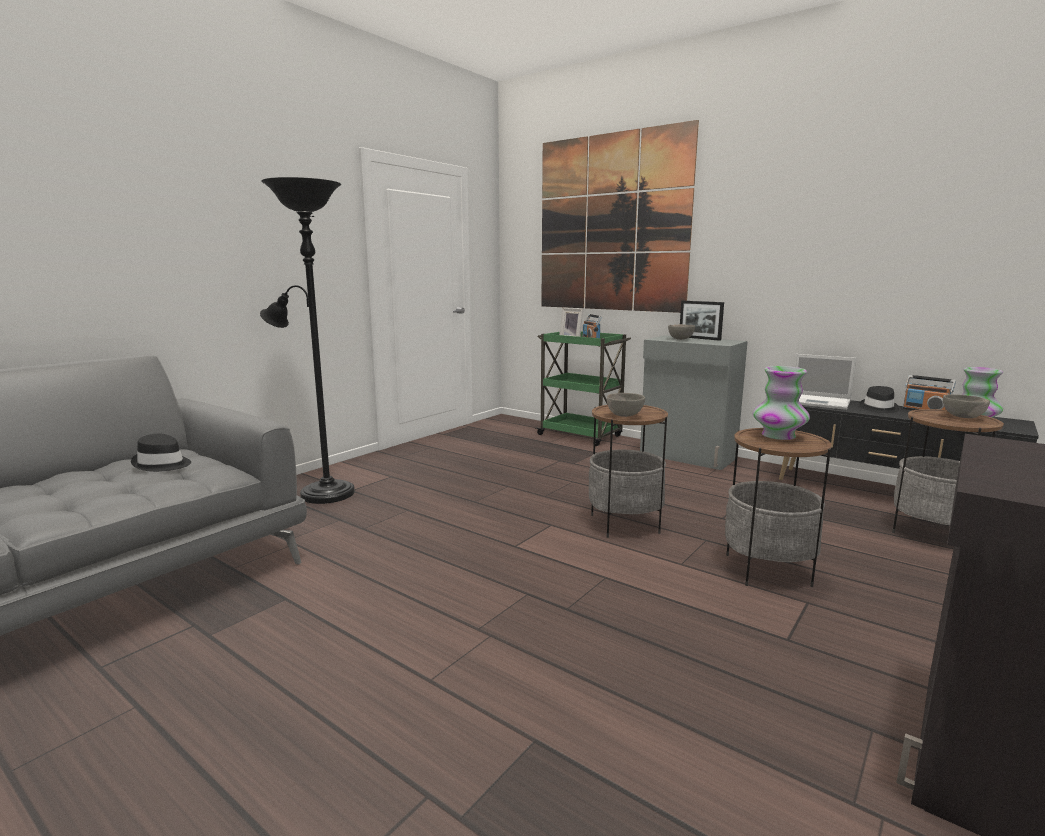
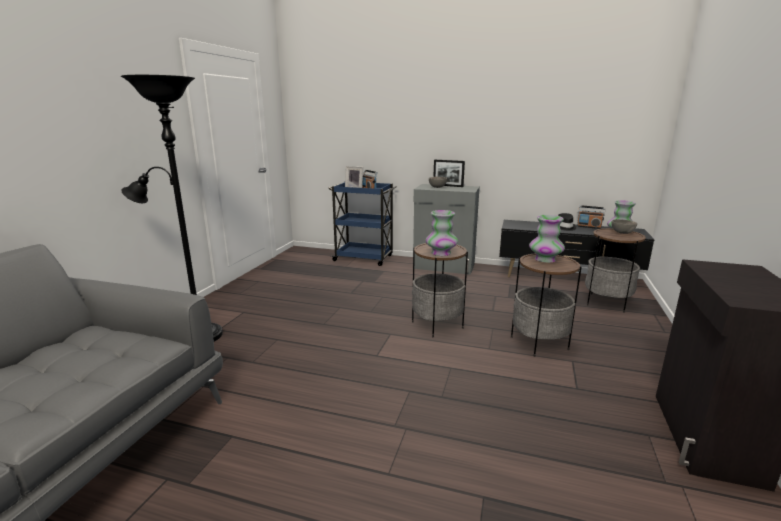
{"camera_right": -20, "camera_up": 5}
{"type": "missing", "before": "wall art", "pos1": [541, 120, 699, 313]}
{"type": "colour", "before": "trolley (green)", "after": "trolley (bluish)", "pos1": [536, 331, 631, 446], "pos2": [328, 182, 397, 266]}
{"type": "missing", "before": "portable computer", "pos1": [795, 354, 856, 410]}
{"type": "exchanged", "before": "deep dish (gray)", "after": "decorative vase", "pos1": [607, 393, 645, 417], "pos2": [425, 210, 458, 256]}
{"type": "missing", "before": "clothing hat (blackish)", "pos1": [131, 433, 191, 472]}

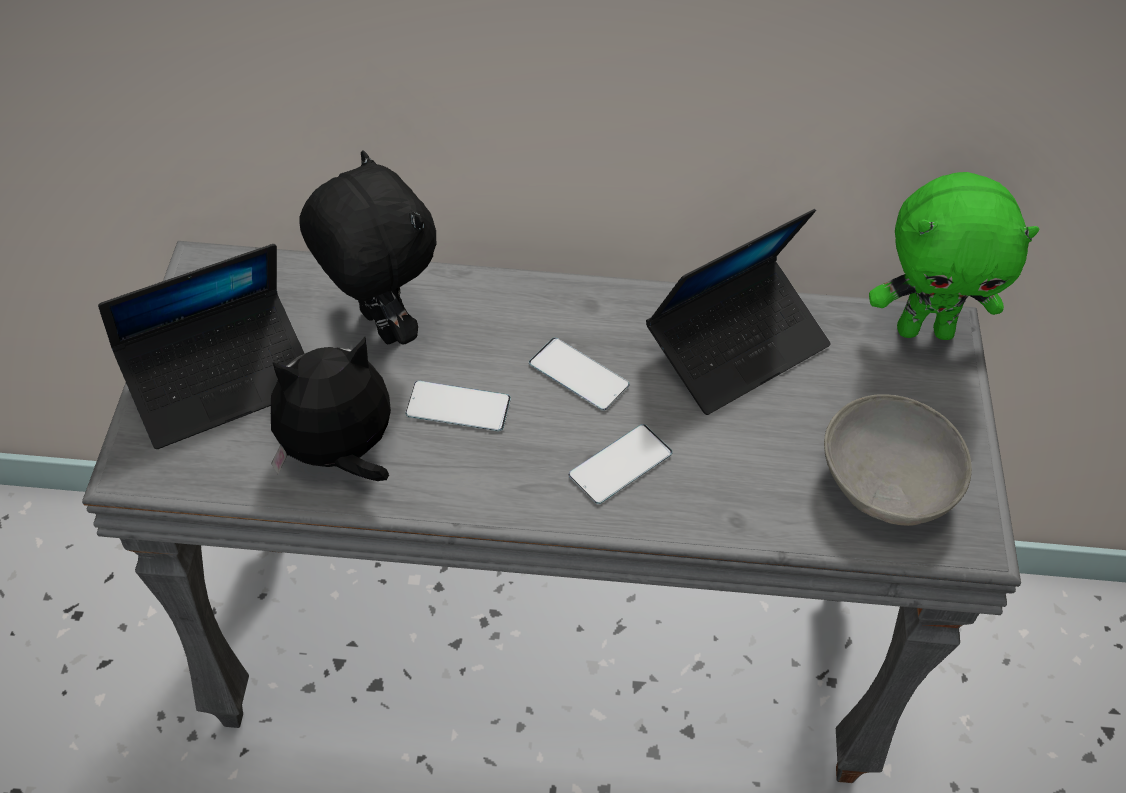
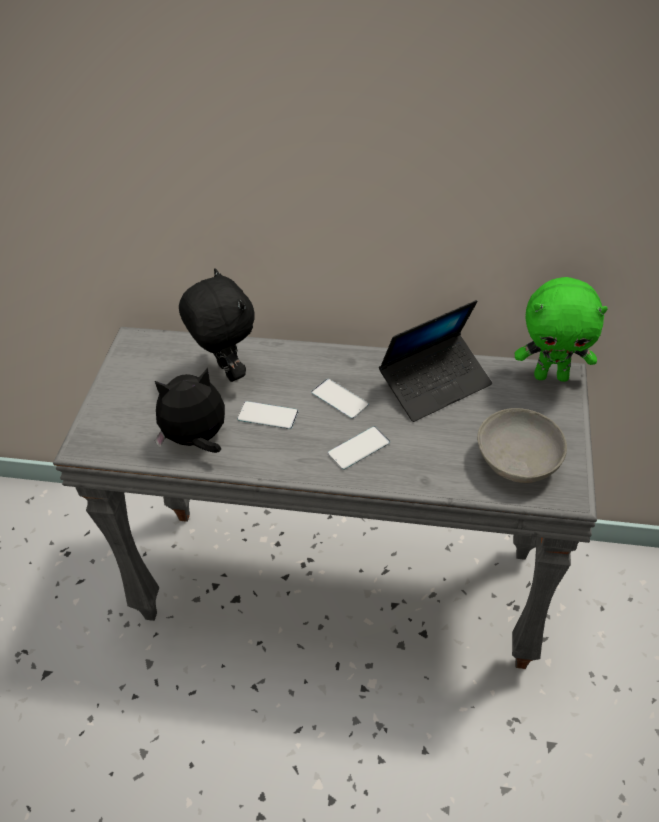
{"camera_right": 10, "camera_up": -5}
{"type": "missing", "before": "portable computer", "pos1": [98, 244, 305, 449]}

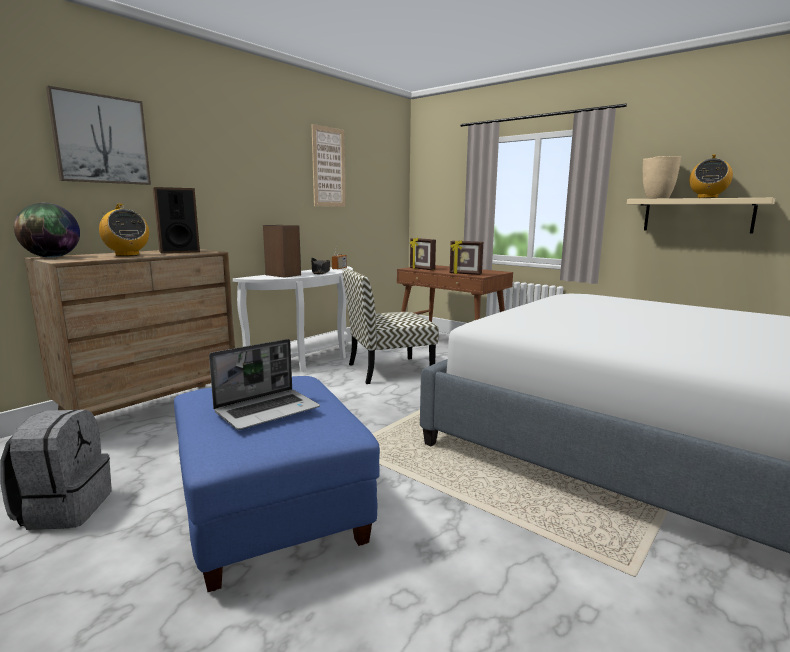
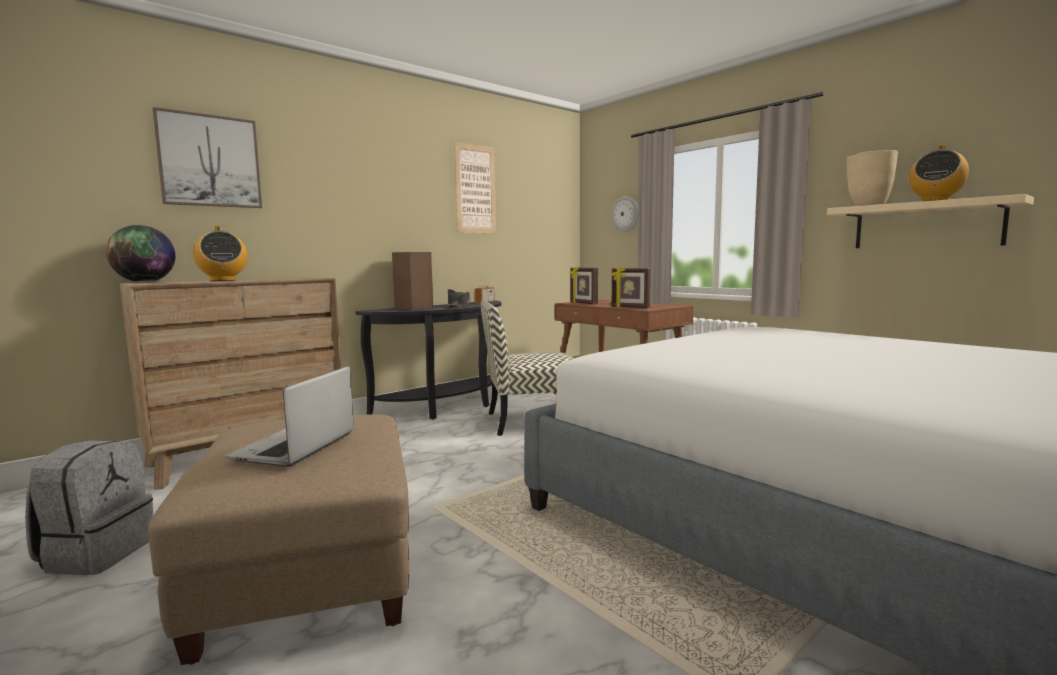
{"camera_right": 10, "camera_up": -5}
{"type": "missing", "before": "audio speaker", "pos1": [153, 187, 200, 253]}
{"type": "colour", "before": "hall table (white)", "after": "hall table (blackish)", "pos1": [233, 266, 353, 372], "pos2": [356, 301, 502, 420]}
{"type": "spun", "before": "portable computer", "pos1": [209, 339, 320, 430], "pos2": [225, 366, 354, 467], "turn": 135}
{"type": "colour", "before": "footrest (bluish)", "after": "footrest (beige)", "pos1": [174, 376, 380, 592], "pos2": [148, 414, 410, 665]}
{"type": "appeared", "after": "clock on the wall", "pos2": [612, 196, 638, 232]}

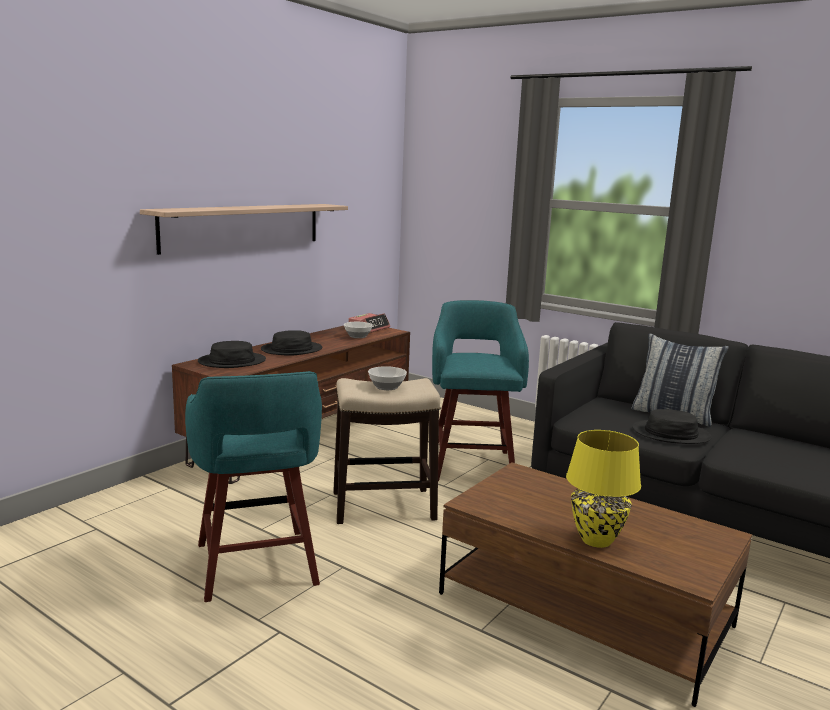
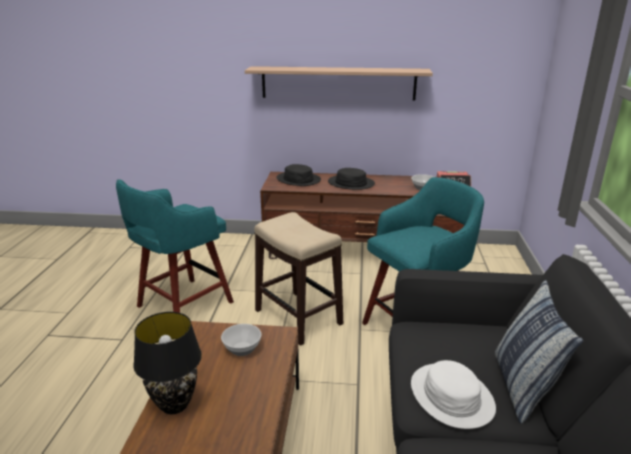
{"camera_right": 60, "camera_up": 10}
{"type": "relocated", "before": "deep dish", "pos1": [368, 366, 407, 390], "pos2": [221, 324, 262, 356]}
{"type": "colour", "before": "clothing hat (blackish)", "after": "clothing hat (white)", "pos1": [632, 409, 712, 444], "pos2": [411, 360, 496, 429]}
{"type": "colour", "before": "table lamp (yellow)", "after": "table lamp (blackish)", "pos1": [566, 430, 641, 548], "pos2": [133, 312, 202, 414]}

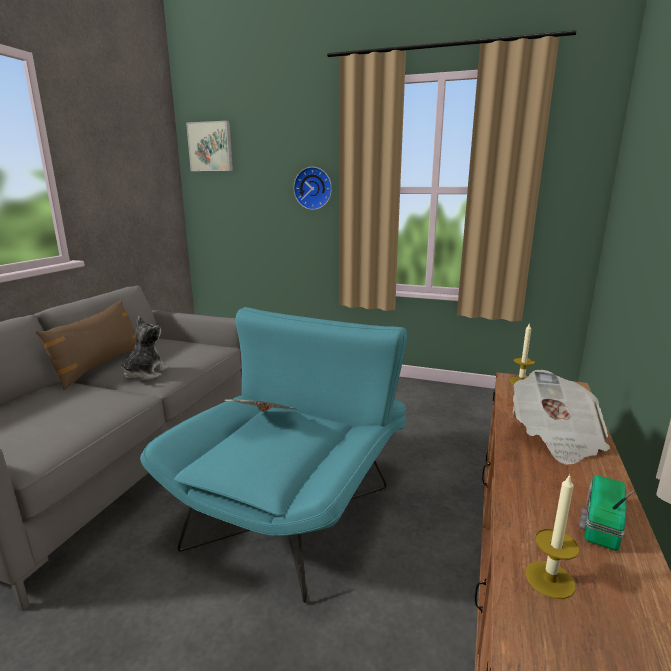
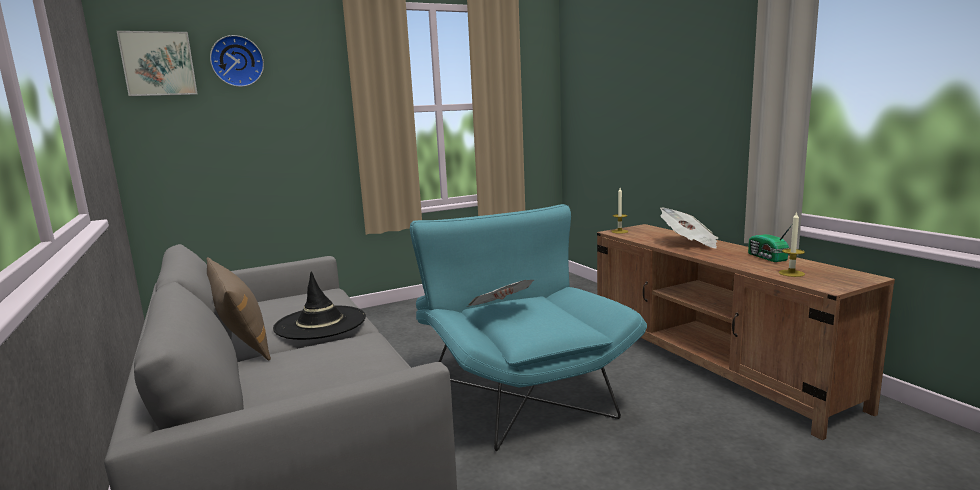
{"camera_right": -45, "camera_up": -5}
{"type": "relocated", "before": "clock on the wall", "pos1": [293, 167, 332, 210], "pos2": [210, 35, 264, 87]}
{"type": "exchanged", "before": "plush toy", "after": "clothing hat (blackish)", "pos1": [121, 317, 169, 380], "pos2": [273, 272, 366, 340]}

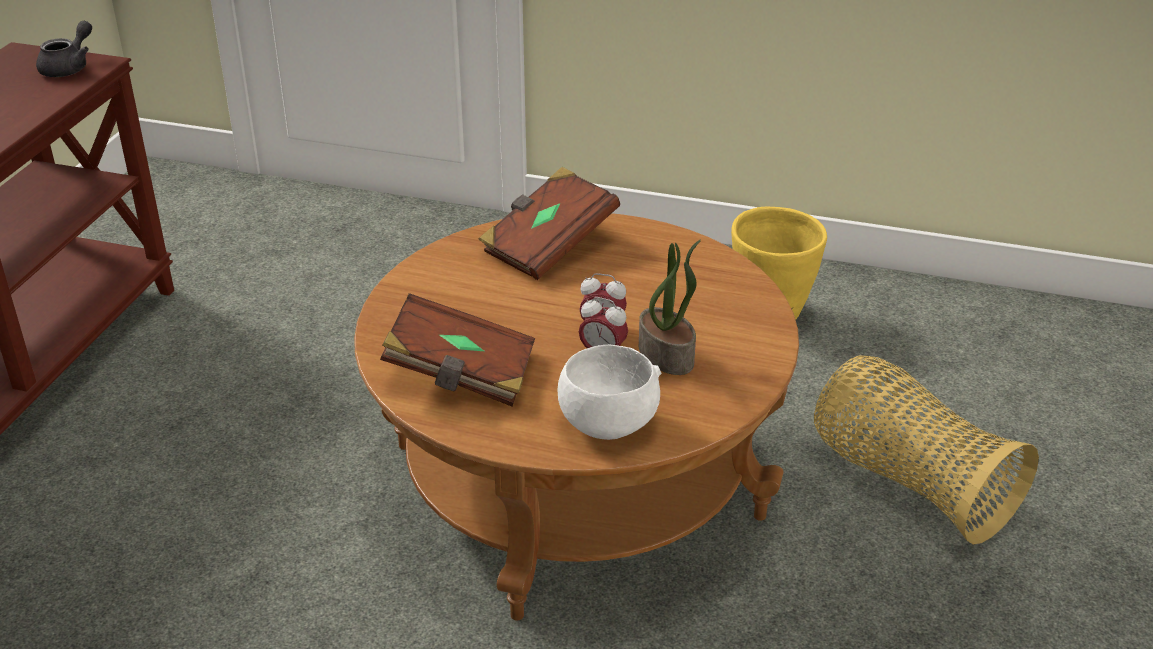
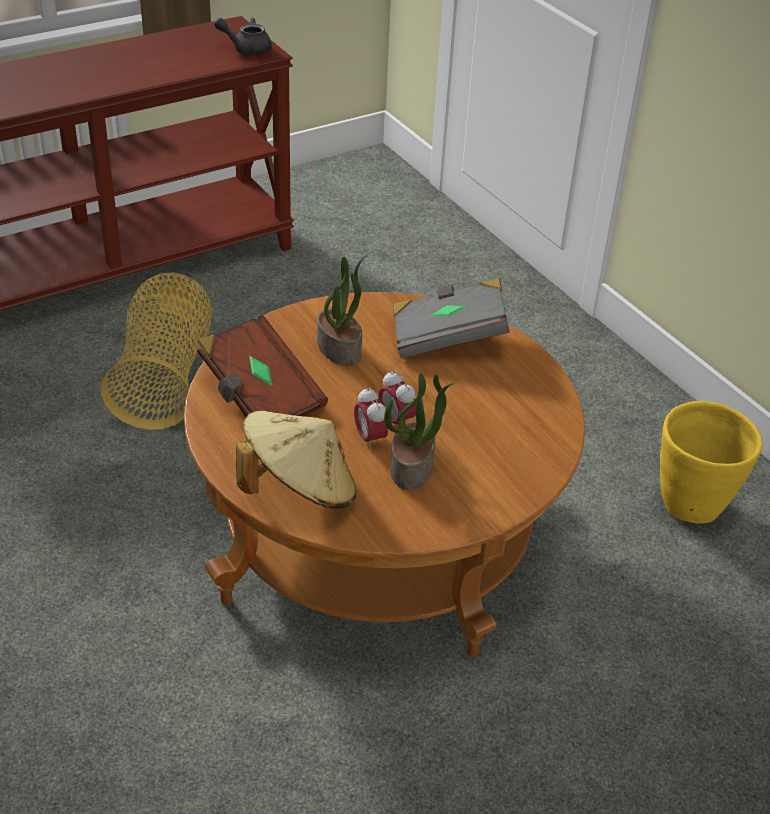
{"camera_right": 40, "camera_up": 5}
{"type": "spun", "before": "tea pot (gray)", "pos1": [36, 21, 92, 77], "pos2": [214, 17, 272, 55], "turn": -150}
{"type": "colour", "before": "bound book (brown)", "after": "bound book (gray)", "pos1": [478, 167, 620, 280], "pos2": [393, 278, 510, 359]}
{"type": "exchanged", "before": "deep dish (white)", "after": "clothing hat (beige)", "pos1": [557, 345, 661, 440], "pos2": [236, 411, 356, 509]}
{"type": "relocated", "before": "storage basket", "pos1": [814, 355, 1039, 544], "pos2": [101, 272, 212, 430]}
{"type": "appeared", "after": "houseplant", "pos2": [317, 255, 367, 366]}

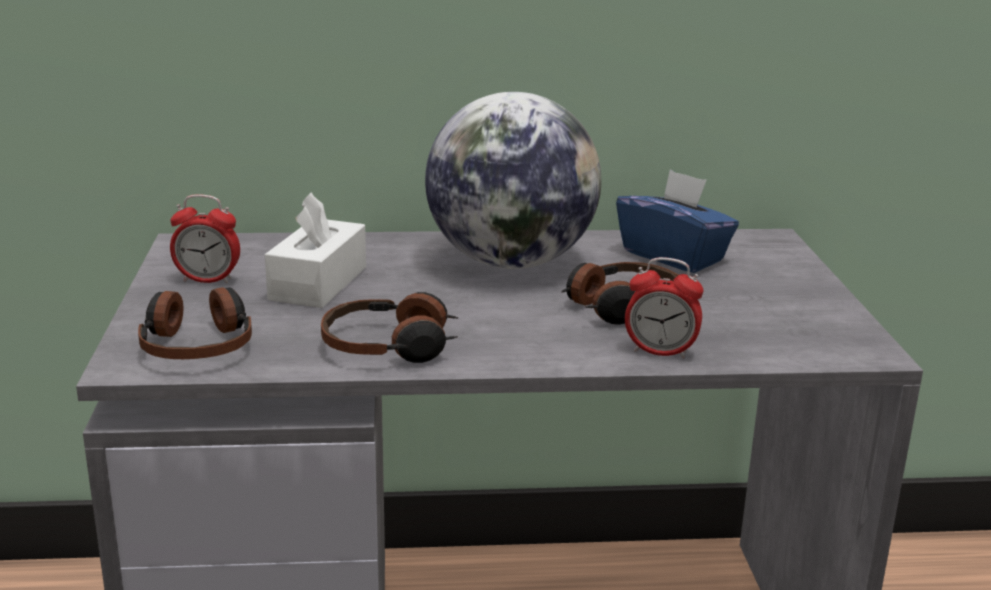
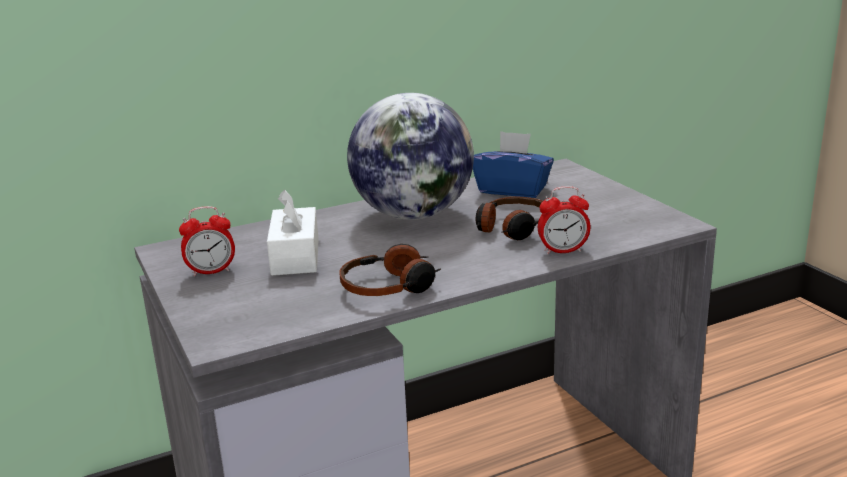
{"camera_right": -20, "camera_up": 0}
{"type": "missing", "before": "pair of headphones", "pos1": [138, 287, 252, 359]}

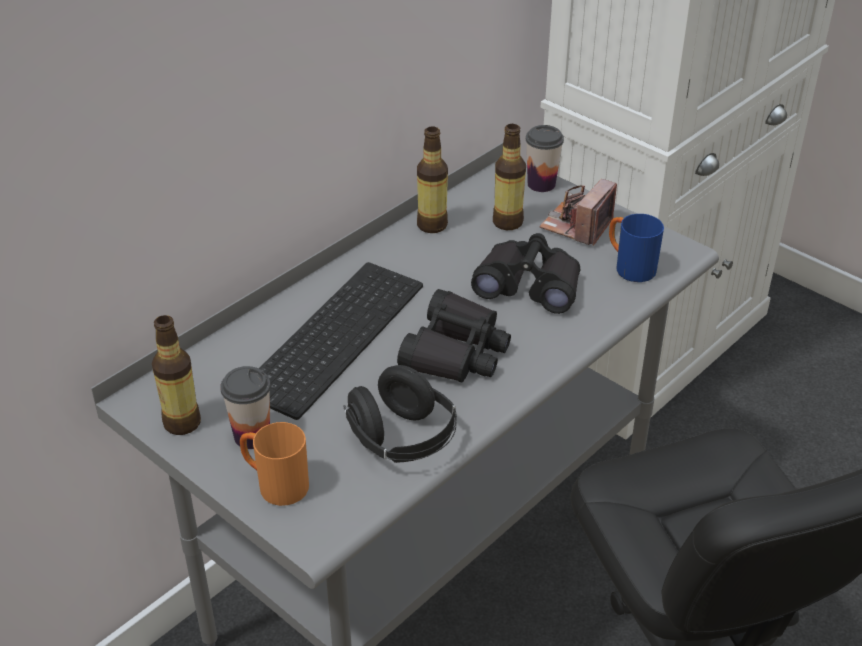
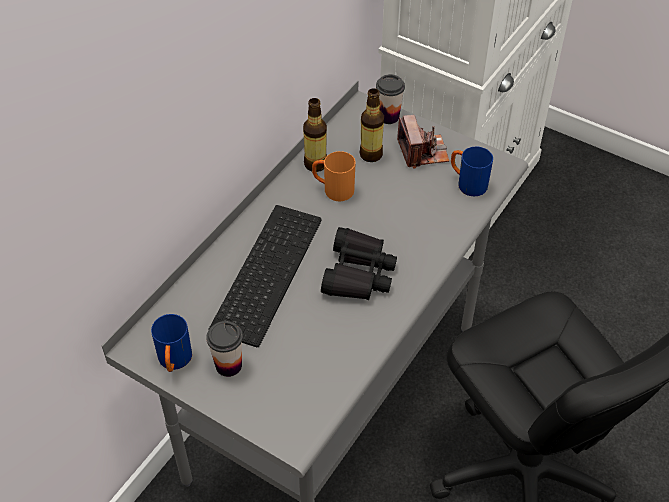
{"camera_right": -10, "camera_up": 10}
{"type": "spun", "before": "still camera", "pos1": [539, 179, 617, 246], "pos2": [397, 115, 450, 169], "turn": 150}
{"type": "missing", "before": "binoculars (blackish)", "pos1": [471, 233, 580, 314]}
{"type": "exchanged", "before": "beverage bottle", "after": "mug (bluish)", "pos1": [152, 315, 201, 435], "pos2": [151, 314, 192, 372]}
{"type": "missing", "before": "pair of headphones (blackish)", "pos1": [343, 365, 457, 463]}
{"type": "relocated", "before": "mug (orange-coloured)", "pos1": [240, 422, 309, 506], "pos2": [312, 151, 356, 201]}

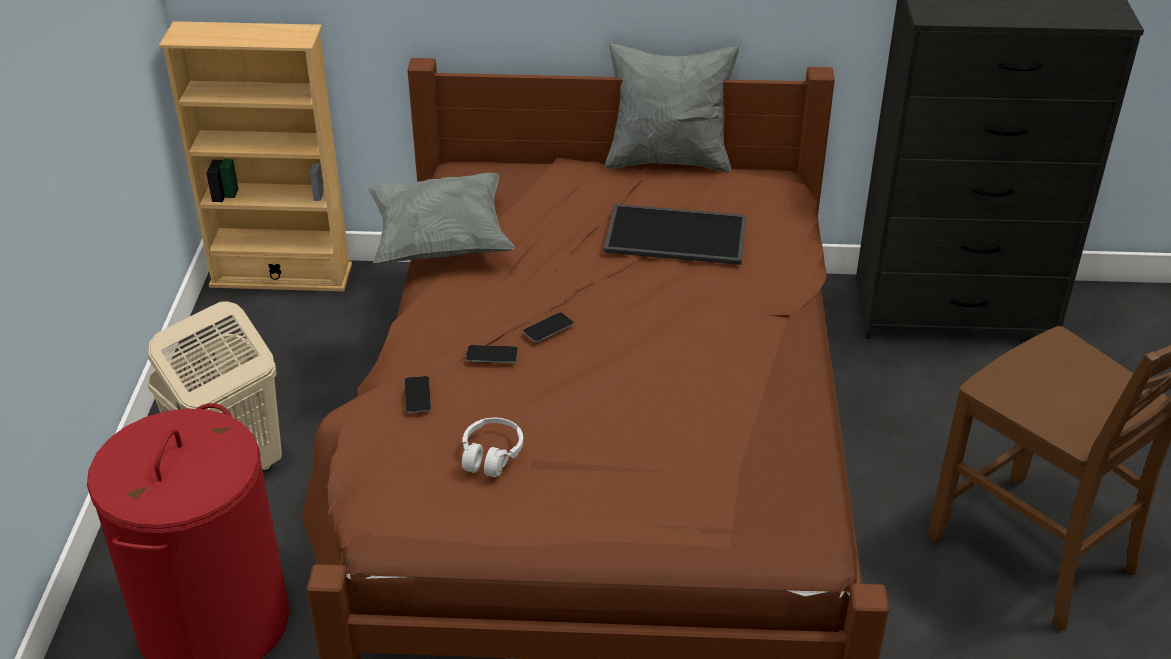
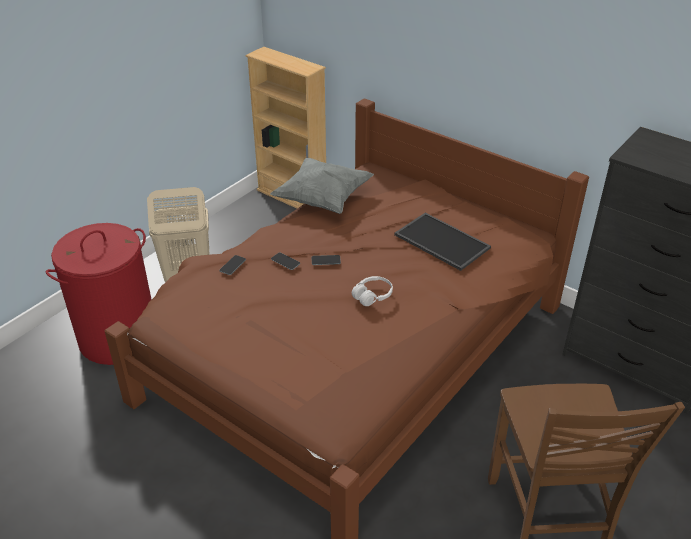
{"camera_right": 35, "camera_up": 0}
{"type": "missing", "before": "throw pillow (gray)", "pos1": [605, 43, 739, 173]}
{"type": "relocated", "before": "pair of headphones (white)", "pos1": [462, 418, 523, 477], "pos2": [352, 276, 393, 306]}

